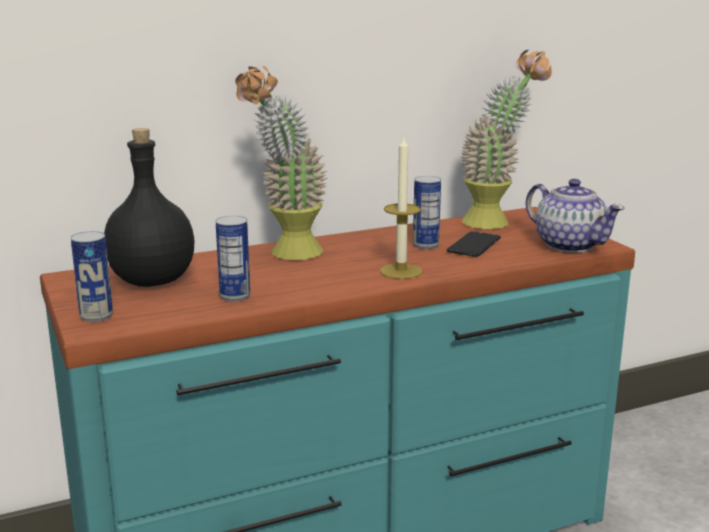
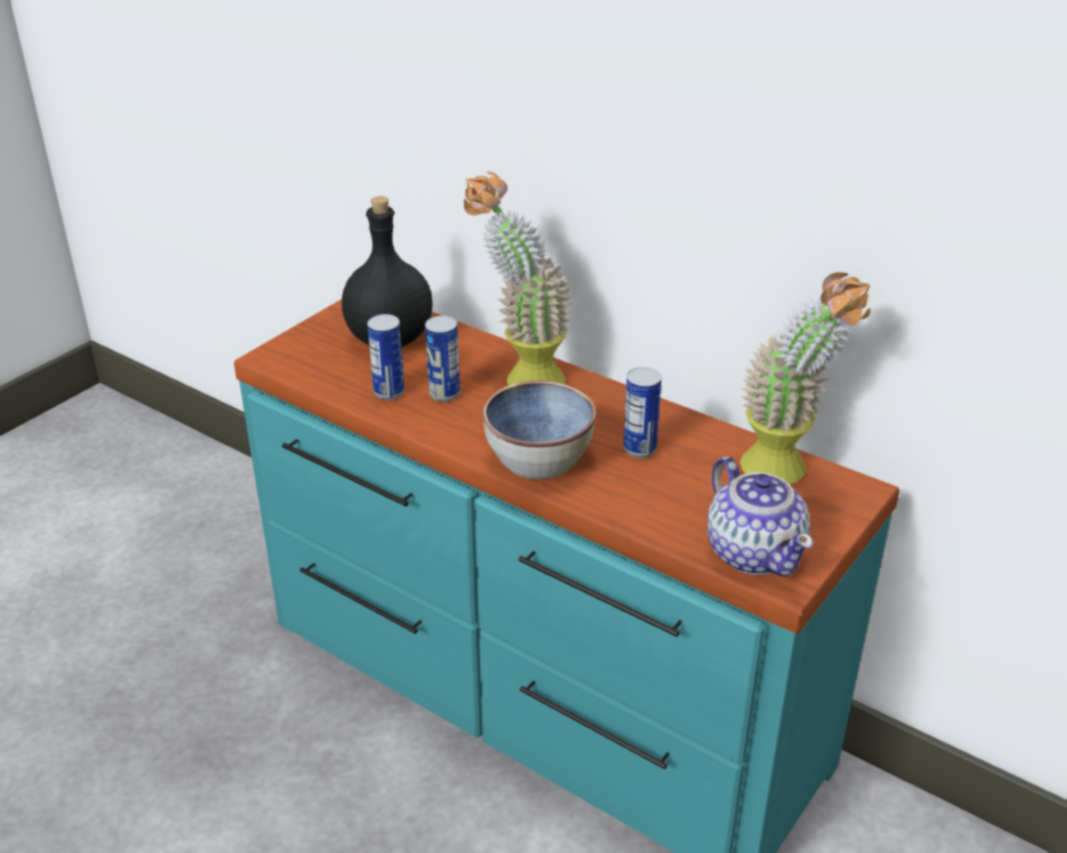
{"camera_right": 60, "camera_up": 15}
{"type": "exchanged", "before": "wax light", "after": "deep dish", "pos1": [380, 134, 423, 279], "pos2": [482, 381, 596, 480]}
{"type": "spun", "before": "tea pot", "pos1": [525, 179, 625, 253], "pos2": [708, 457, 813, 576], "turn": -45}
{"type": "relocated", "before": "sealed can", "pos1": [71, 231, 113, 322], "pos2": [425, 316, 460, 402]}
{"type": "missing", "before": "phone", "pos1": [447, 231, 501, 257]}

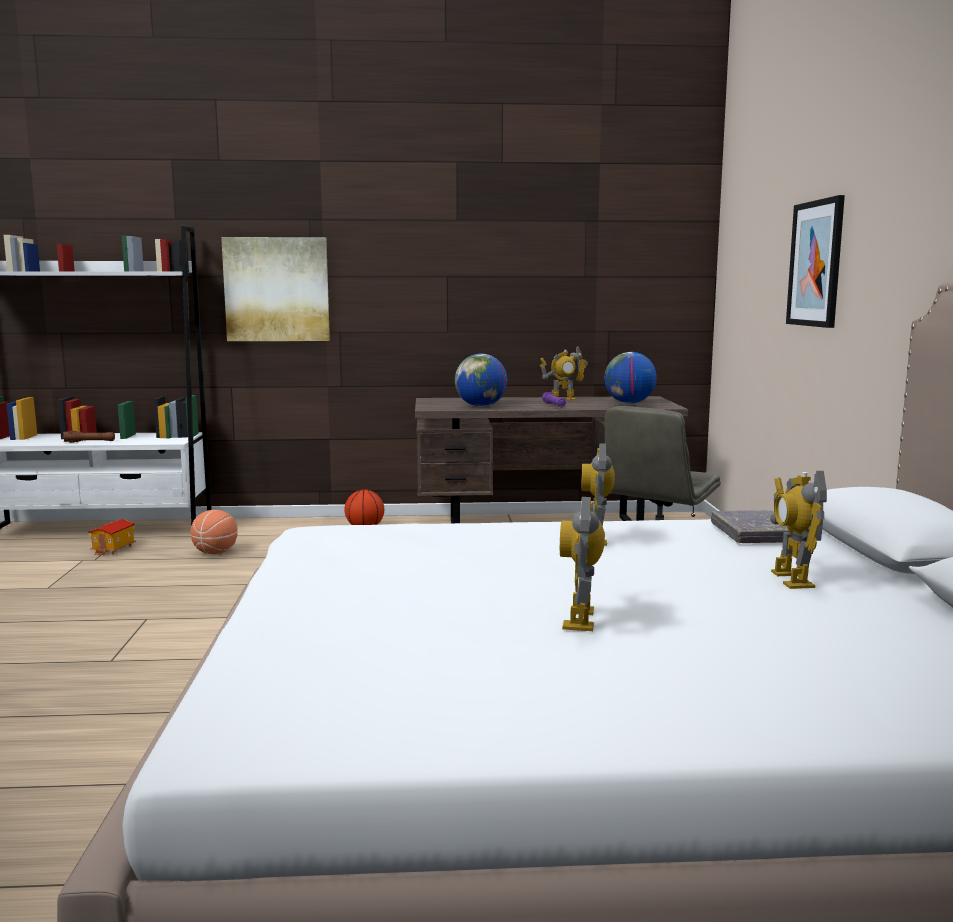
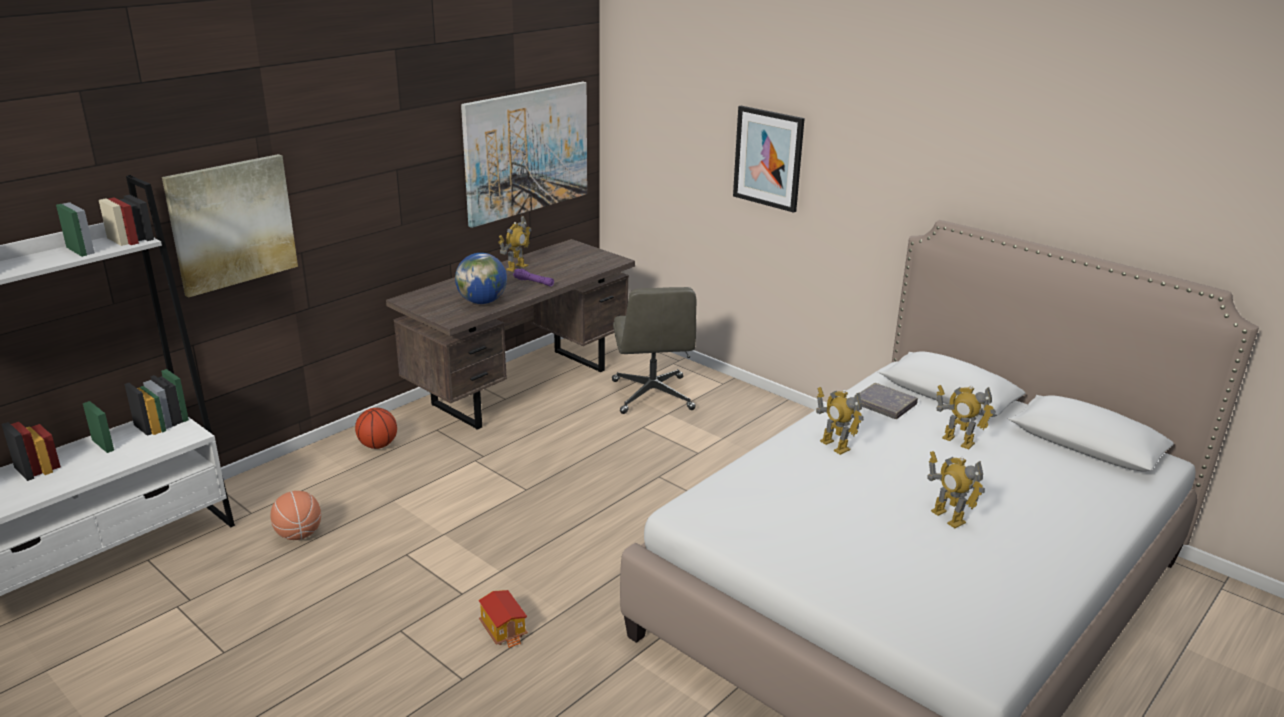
{"camera_right": -45, "camera_up": 15}
{"type": "missing", "before": "world globe", "pos1": [604, 352, 657, 404]}
{"type": "missing", "before": "torch (brown)", "pos1": [62, 431, 115, 443]}
{"type": "relocated", "before": "toy house", "pos1": [89, 519, 136, 556], "pos2": [478, 590, 528, 648]}
{"type": "appeared", "after": "wall art", "pos2": [461, 82, 587, 228]}

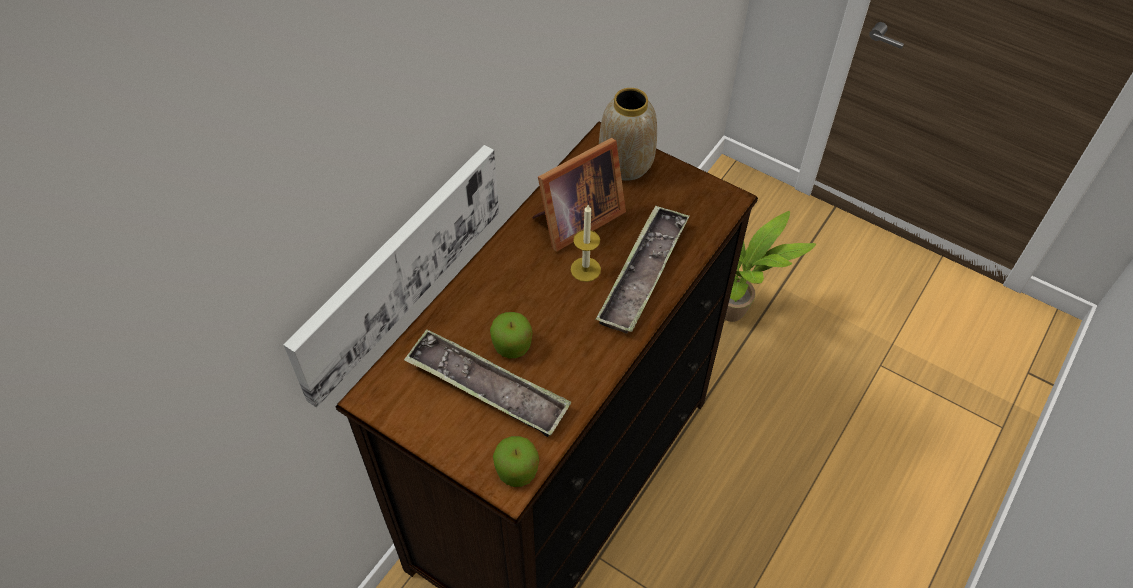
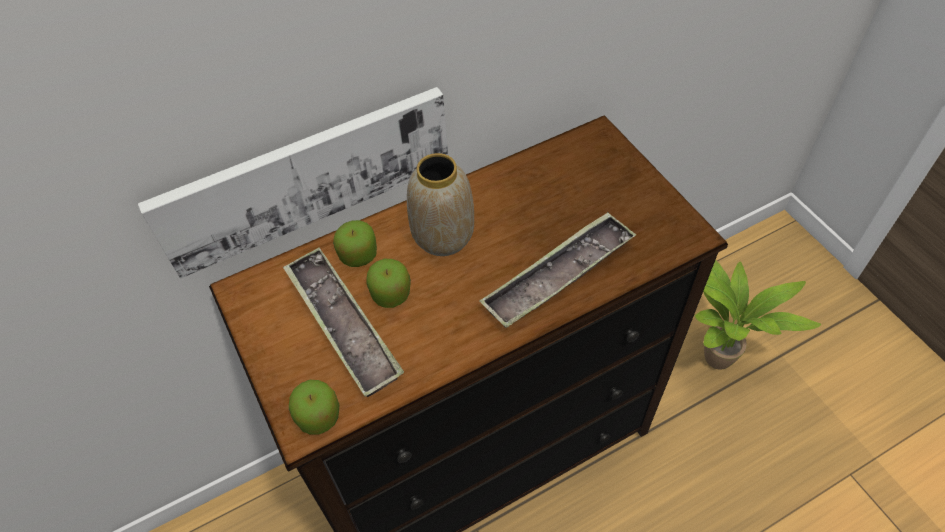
{"camera_right": 30, "camera_up": 0}
{"type": "relocated", "before": "decorative vase", "pos1": [599, 88, 657, 181], "pos2": [407, 153, 474, 256]}
{"type": "missing", "before": "picture frame", "pos1": [532, 138, 626, 252]}
{"type": "missing", "before": "wax light", "pos1": [571, 205, 601, 282]}
{"type": "appeared", "after": "apple", "pos2": [333, 220, 377, 267]}

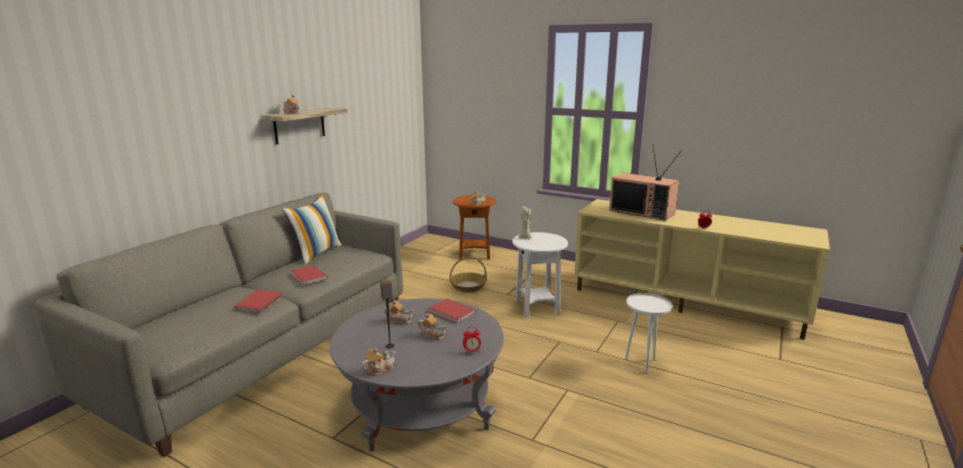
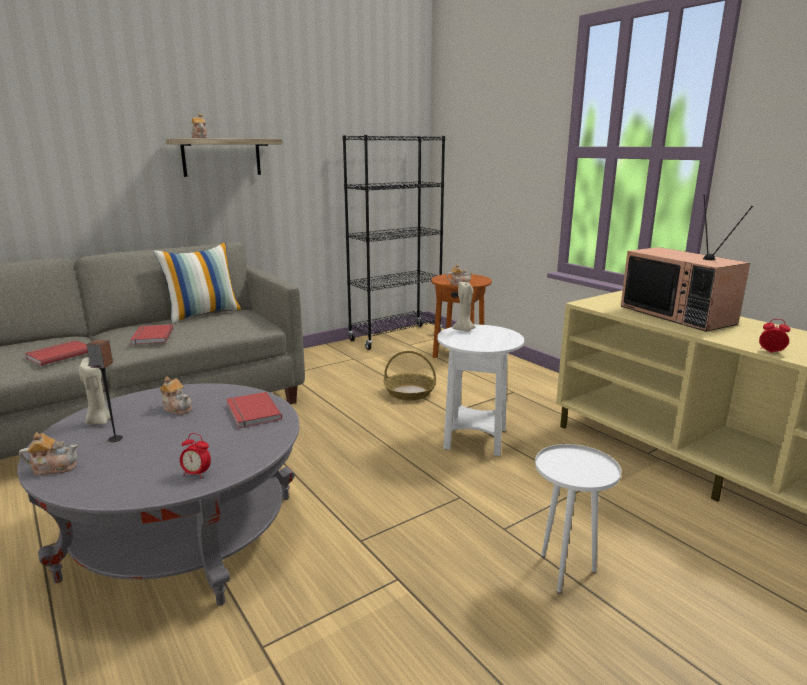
{"camera_right": 25, "camera_up": 0}
{"type": "missing", "before": "tea pot", "pos1": [418, 313, 446, 340]}
{"type": "appeared", "after": "bookcase (blackish)", "pos2": [343, 135, 445, 350]}
{"type": "appeared", "after": "wax light (beige)", "pos2": [79, 358, 111, 425]}

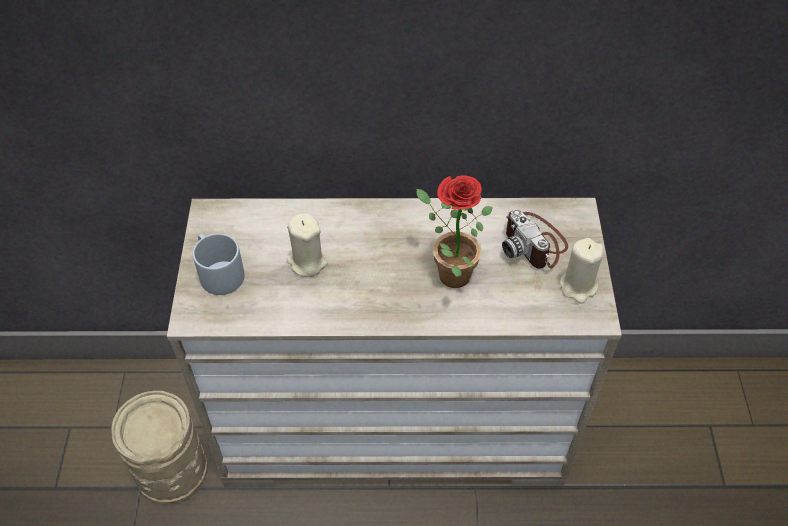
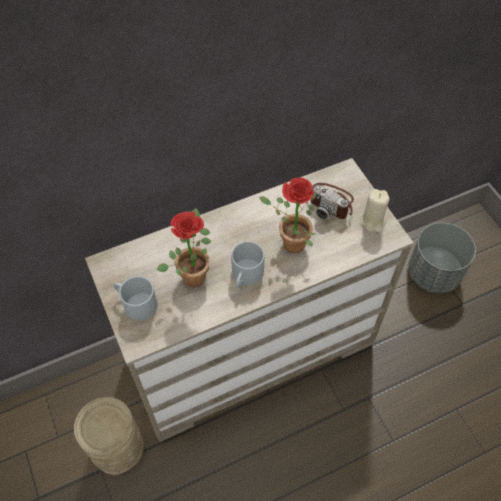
{"camera_right": -25, "camera_up": 5}
{"type": "exchanged", "before": "wax light (beige)", "after": "houseplant", "pos1": [286, 213, 327, 277], "pos2": [157, 208, 211, 287]}
{"type": "appeared", "after": "plant pot (gray)", "pos2": [408, 223, 476, 293]}
{"type": "appeared", "after": "mug (gray)", "pos2": [231, 241, 264, 288]}

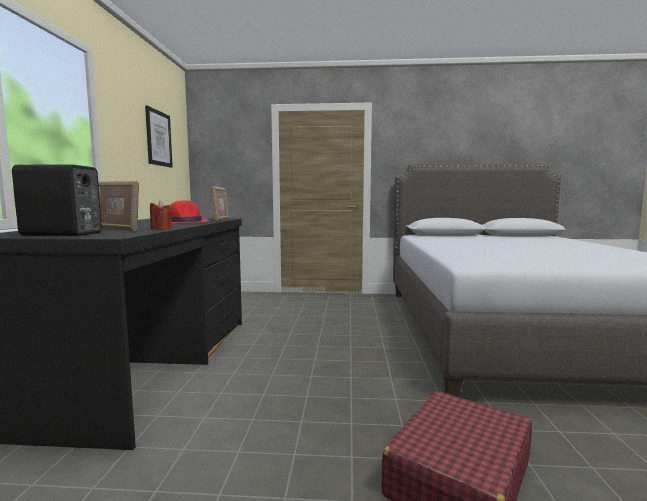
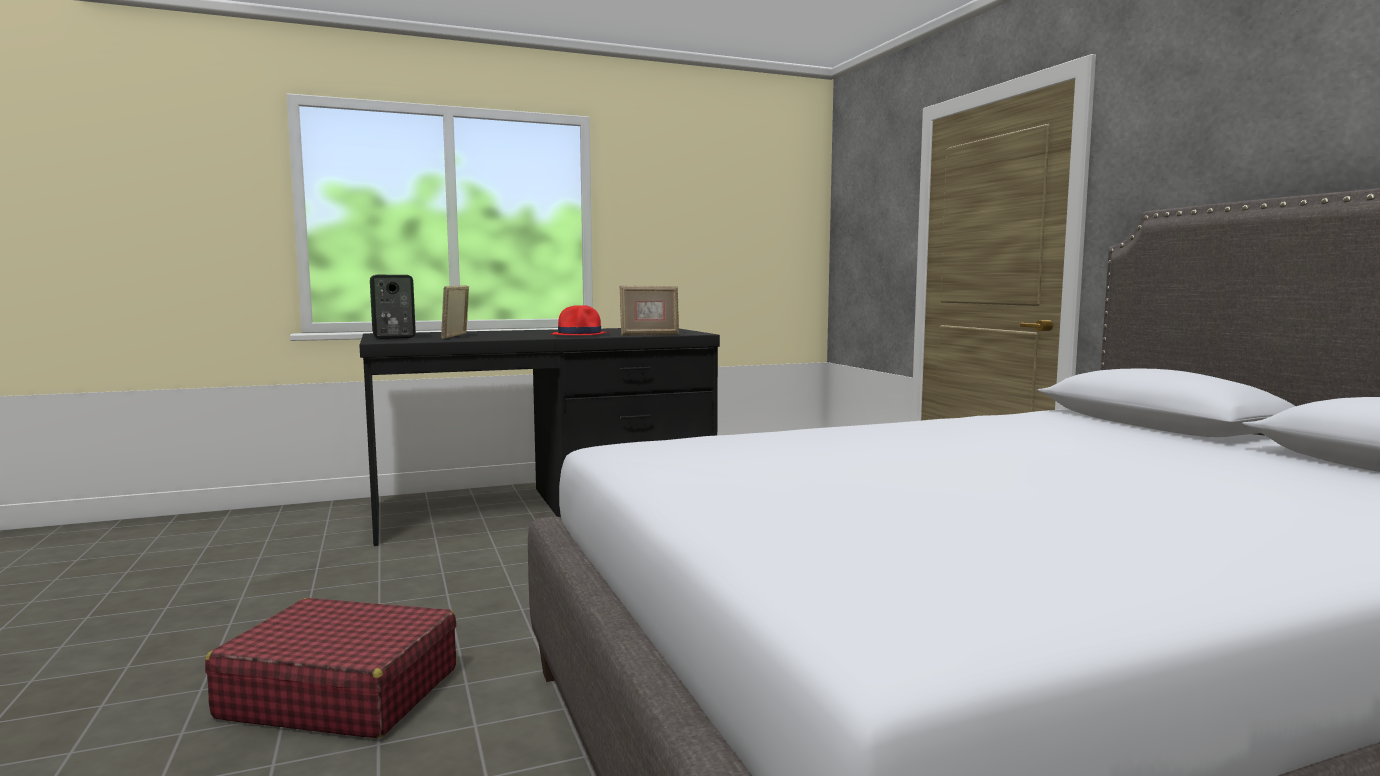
{"camera_right": 65, "camera_up": 0}
{"type": "missing", "before": "wall art", "pos1": [145, 105, 173, 168]}
{"type": "missing", "before": "wax light (reddish)", "pos1": [150, 201, 173, 230]}

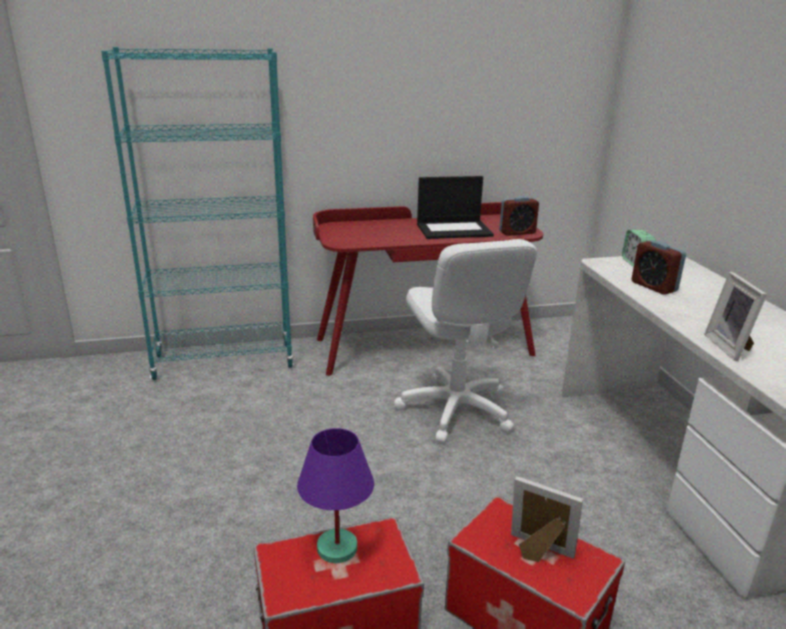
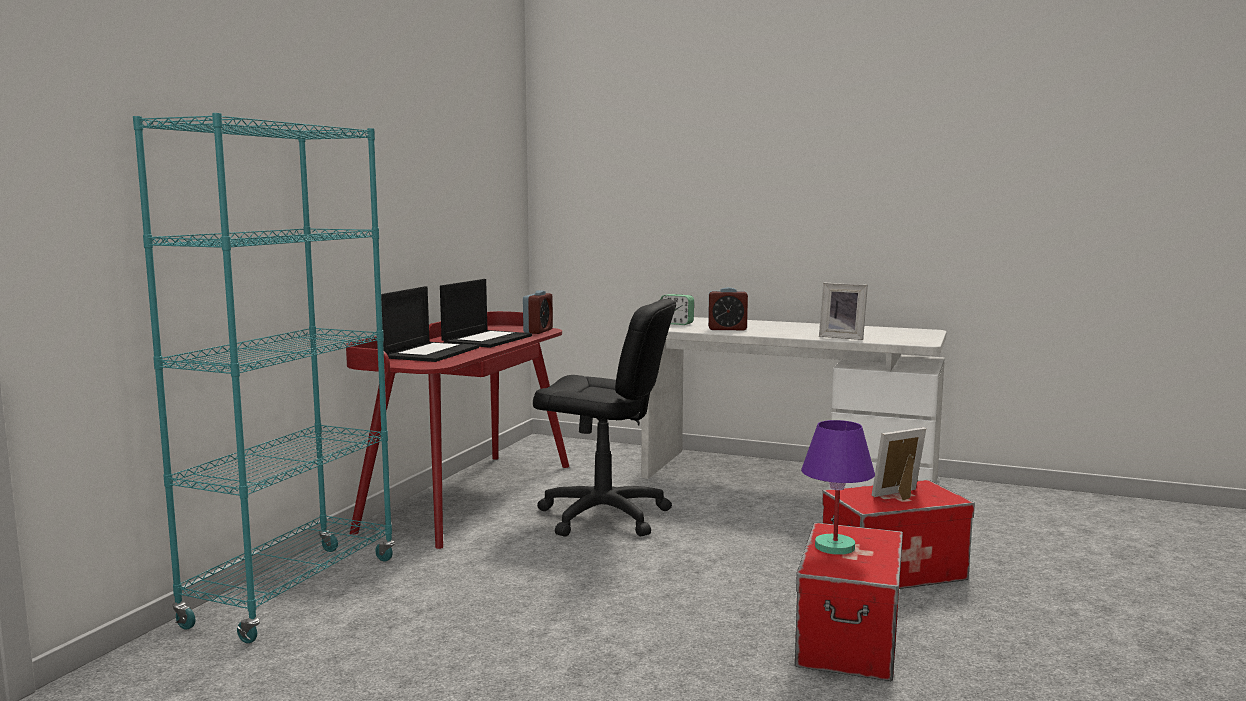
{"camera_right": -55, "camera_up": -15}
{"type": "colour", "before": "desk chair (white)", "after": "desk chair (blackish)", "pos1": [394, 239, 537, 443], "pos2": [533, 299, 676, 537]}
{"type": "appeared", "after": "portable computer", "pos2": [381, 286, 479, 362]}

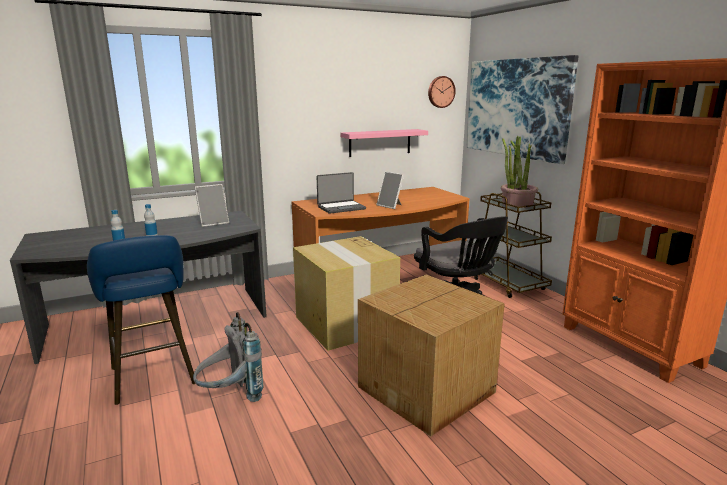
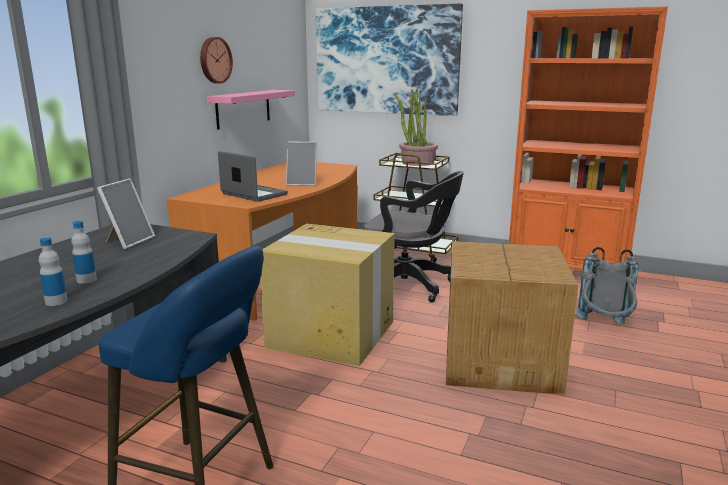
{"camera_right": -40, "camera_up": 0}
{"type": "relocated", "before": "clock on the wall", "pos1": [428, 76, 456, 108], "pos2": [200, 37, 233, 84]}
{"type": "spun", "before": "portable computer", "pos1": [317, 172, 366, 214], "pos2": [218, 151, 288, 202], "turn": -75}
{"type": "relocated", "before": "knapsack (gray)", "pos1": [193, 312, 263, 402], "pos2": [575, 247, 638, 325]}

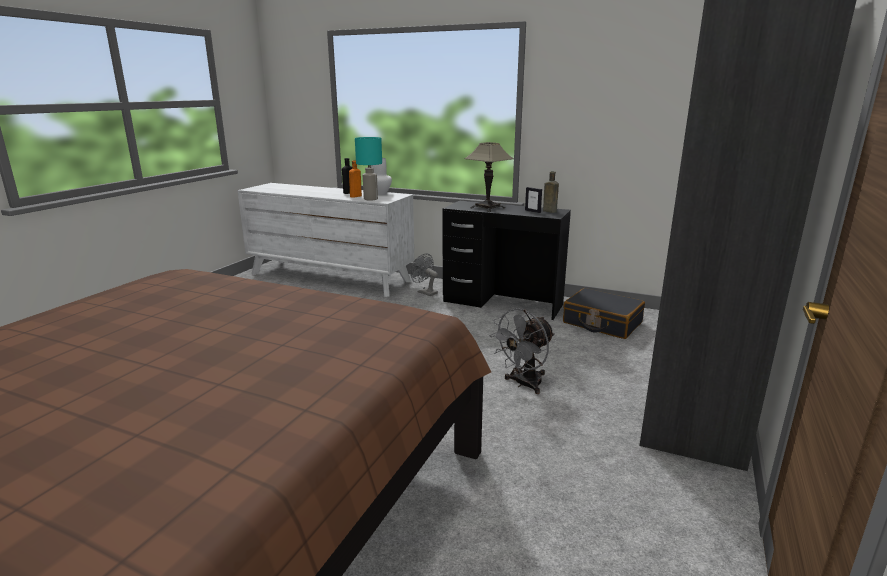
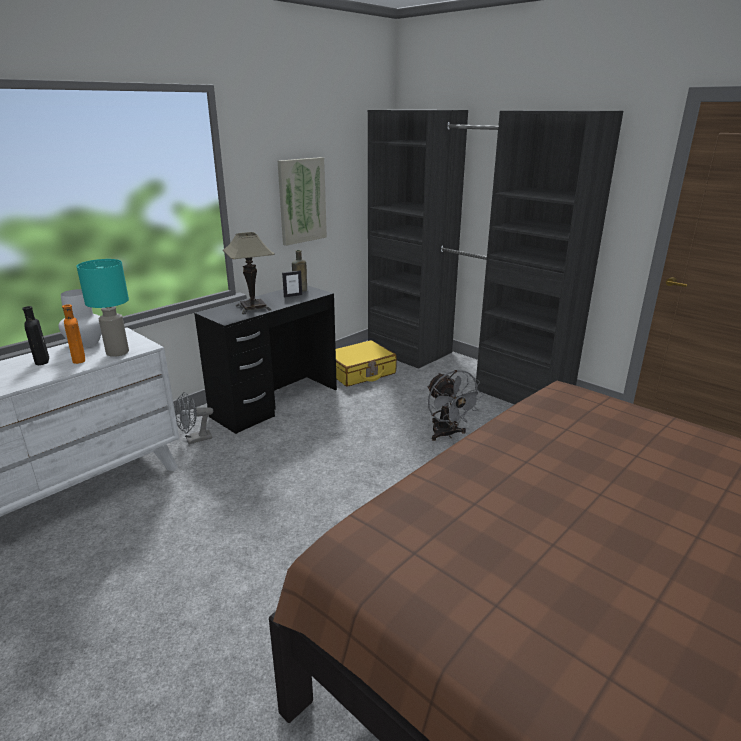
{"camera_right": -70, "camera_up": 5}
{"type": "colour", "before": "suitcase (blackish)", "after": "suitcase (yellow)", "pos1": [563, 288, 645, 339], "pos2": [336, 340, 397, 387]}
{"type": "appeared", "after": "wall art", "pos2": [278, 157, 327, 246]}

